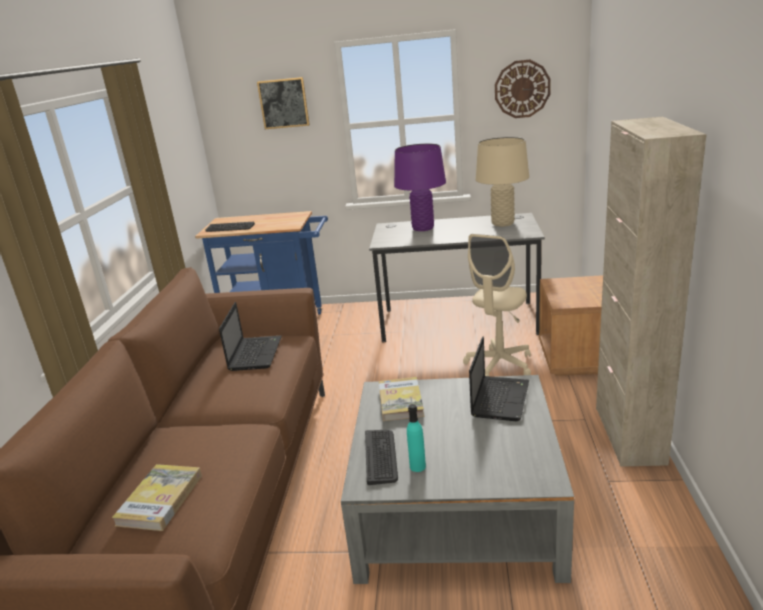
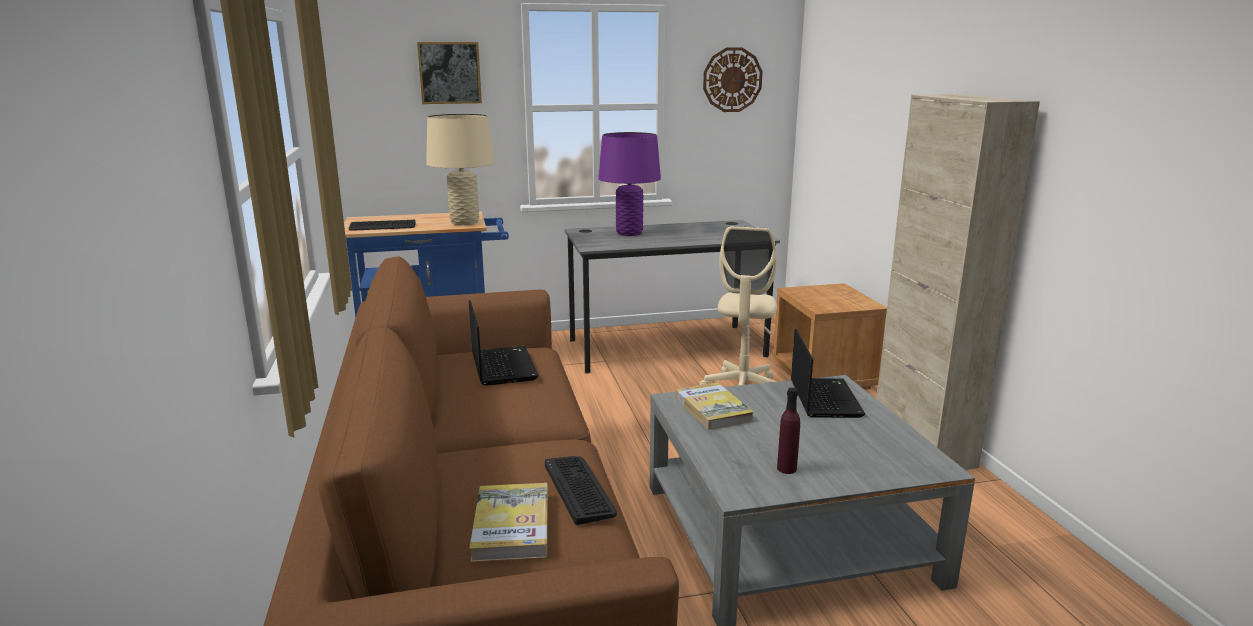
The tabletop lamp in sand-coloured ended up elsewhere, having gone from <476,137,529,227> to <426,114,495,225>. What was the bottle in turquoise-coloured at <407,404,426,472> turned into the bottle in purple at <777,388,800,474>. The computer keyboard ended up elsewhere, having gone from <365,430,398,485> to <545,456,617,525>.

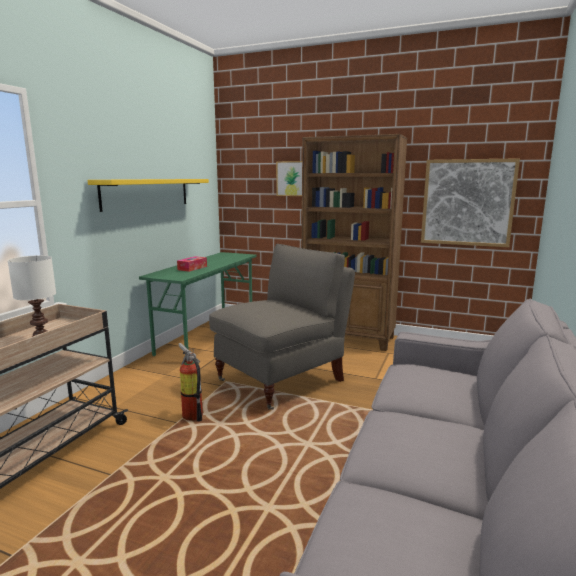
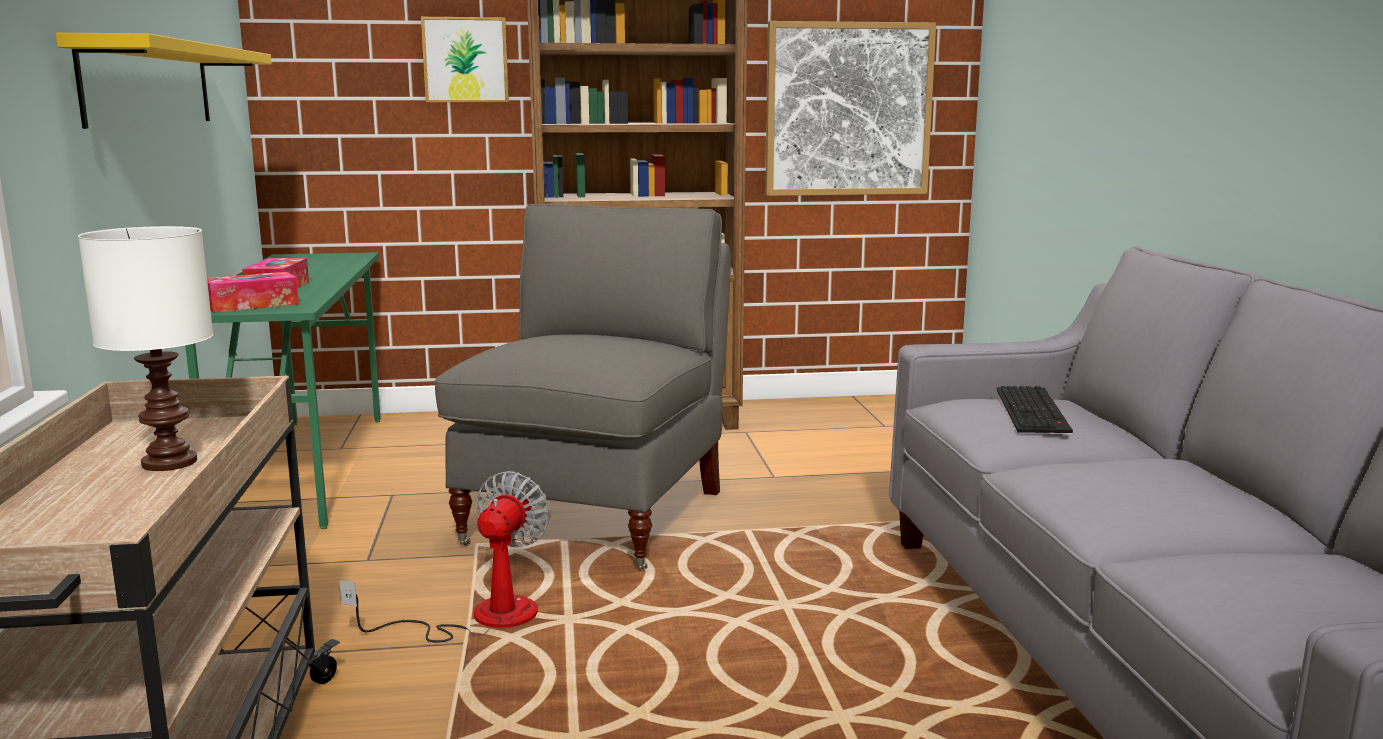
Where the fire-fighting cylinder stood at <178,343,203,421>, the fan came to stand at <339,471,550,643>. The second view gained the tissue holder at <207,272,299,313>. The second view gained the computer keyboard at <997,386,1073,435>.

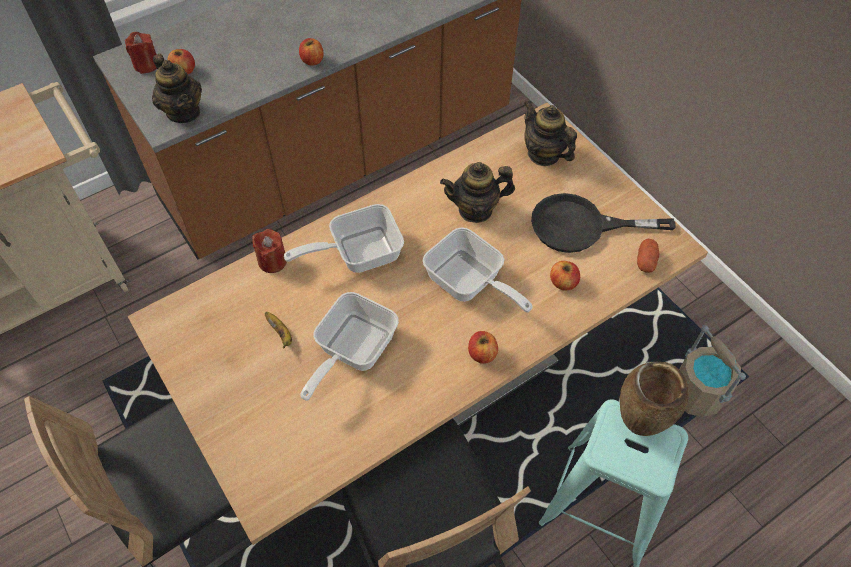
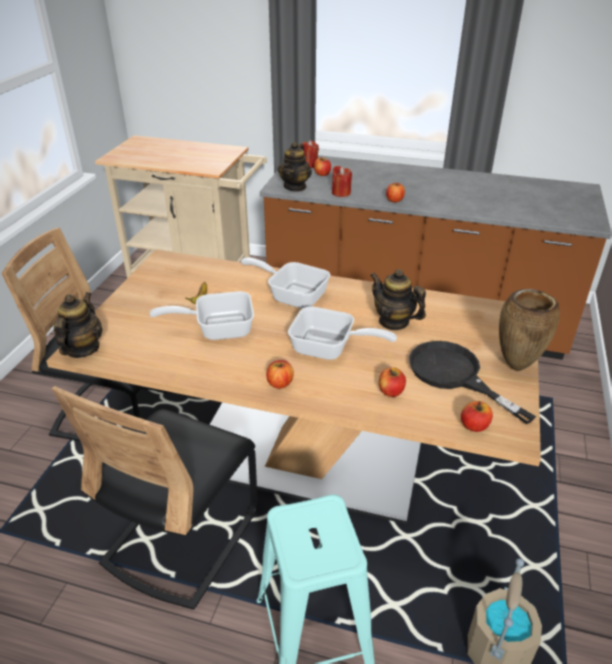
The tea pot ended up elsewhere, having gone from <524,100,577,166> to <54,292,103,358>. The frying pan at <423,227,533,312> ended up facing another way, 75 degrees counterclockwise from before. The wax candle in red ended up elsewhere, having gone from <252,229,287,273> to <332,166,352,197>. Where the whole potato stood at <637,239,659,272>, the apple came to stand at <461,401,493,432>. The decorative vase in brownish ended up elsewhere, having gone from <620,362,689,436> to <499,289,560,371>.

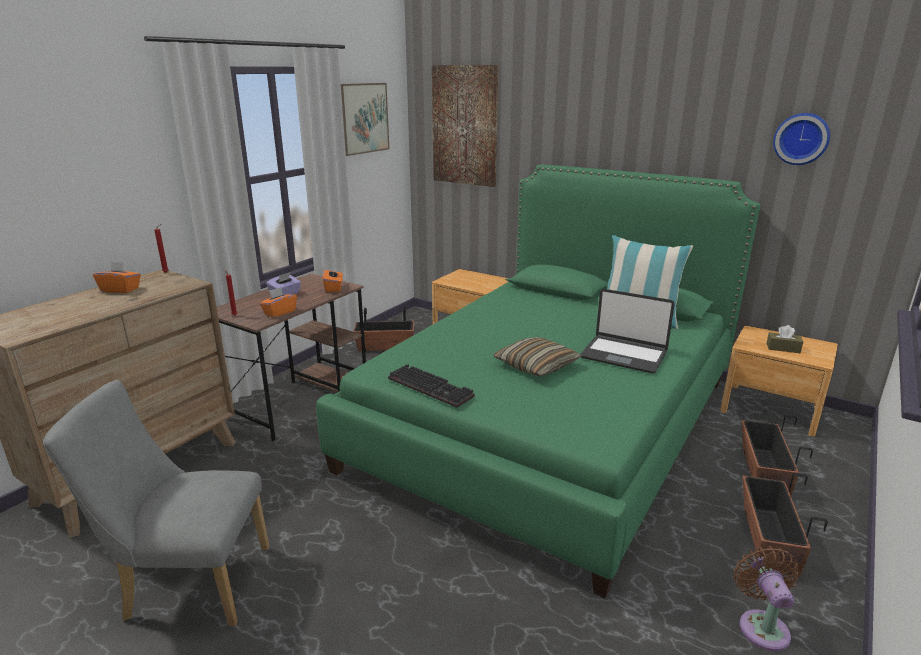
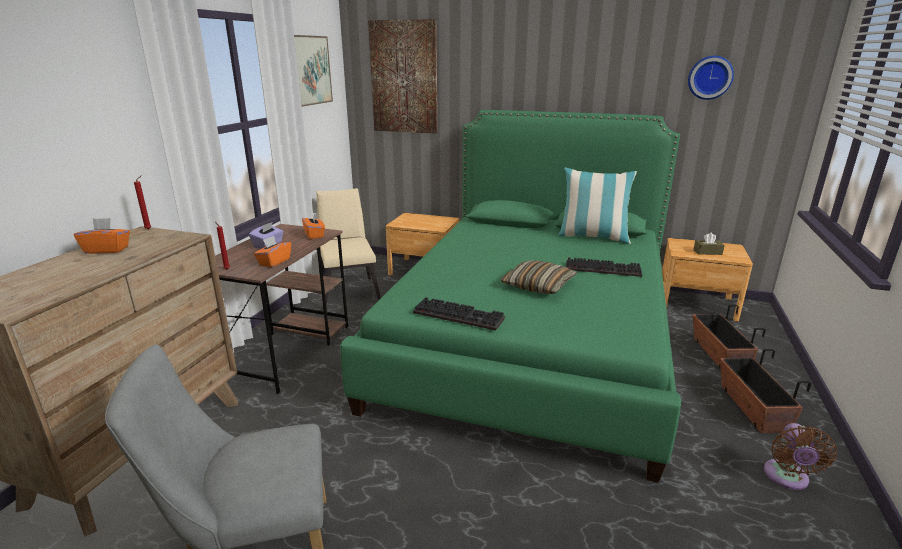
Where the laptop stood at <581,289,675,373>, the computer keyboard came to stand at <566,257,642,277>. Where the plant pot stood at <353,307,414,351>, the chair in sand-coloured came to stand at <316,188,381,311>. The fan in brownish at <734,546,800,651> ended up facing another way, 150 degrees counterclockwise from before.

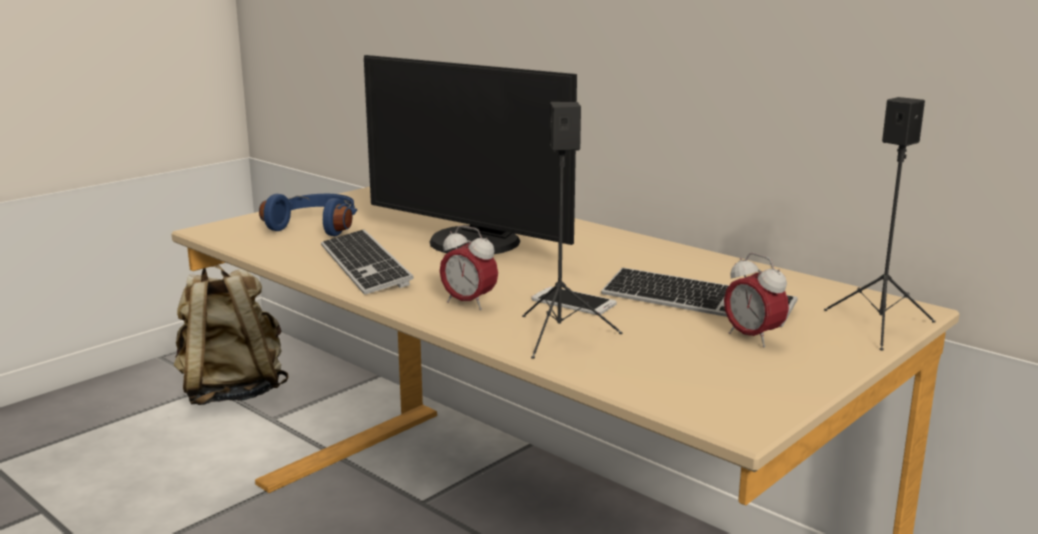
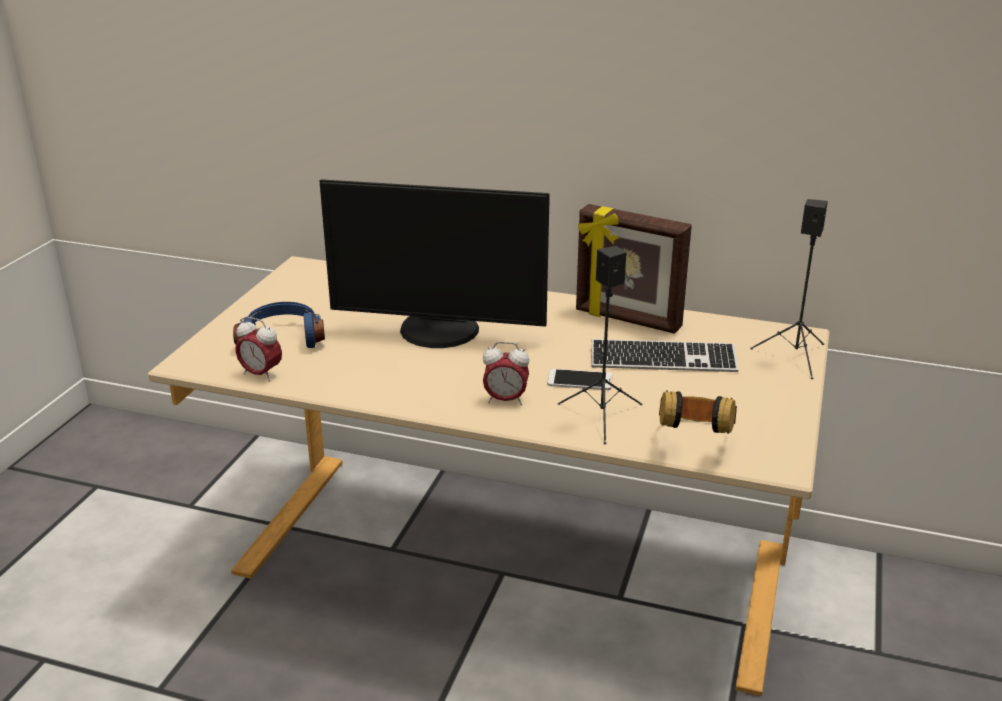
The second view lost the computer keyboard at <321,230,414,294>. The alarm clock ended up elsewhere, having gone from <724,253,789,347> to <235,317,282,382>. The second view lost the backpack in sand-coloured at <174,265,289,405>. The second view gained the picture frame at <576,204,692,334>. The second view gained the headset at <659,390,737,434>.

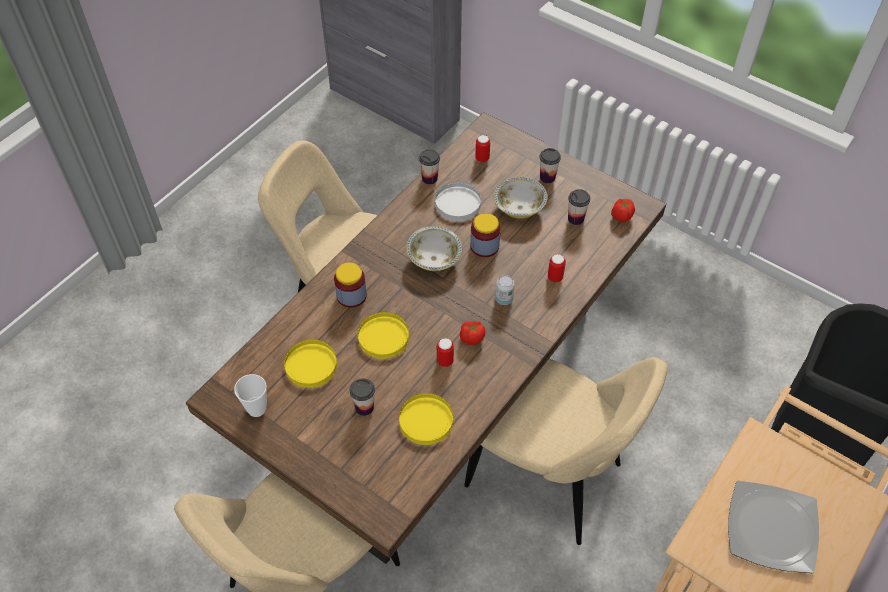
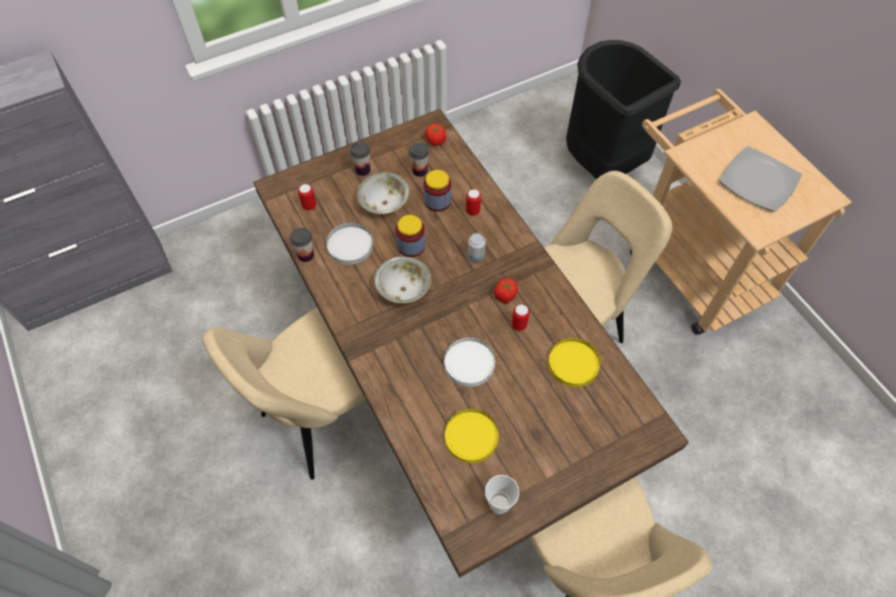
The storage jar ended up elsewhere, having gone from <334,263,367,308> to <423,170,452,212>. What was the flat dish in yellow at <358,312,409,359> turned into the flat dish in white-coloured at <444,337,495,387>. The second view lost the small cup at <350,378,375,416>.

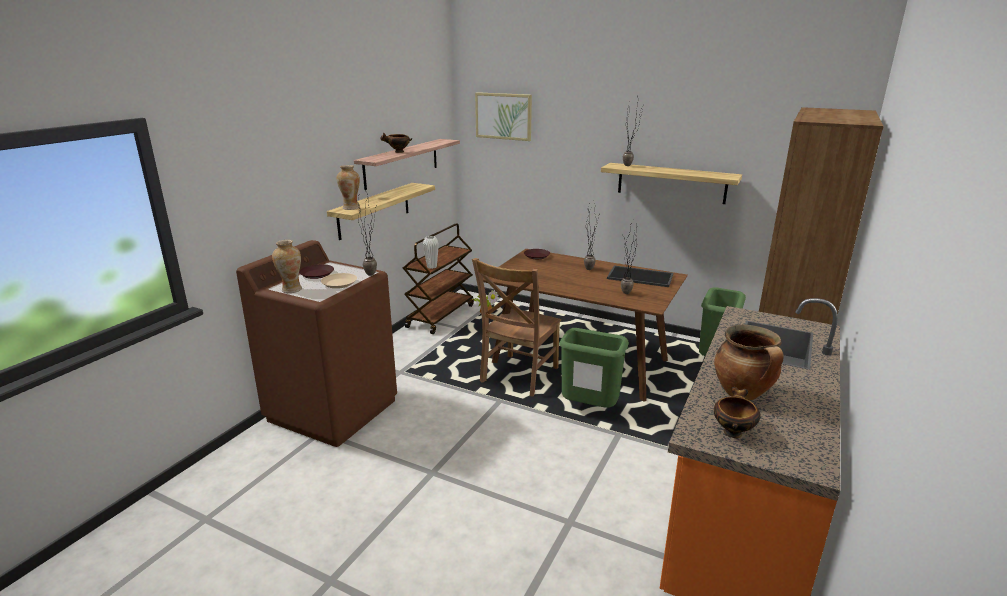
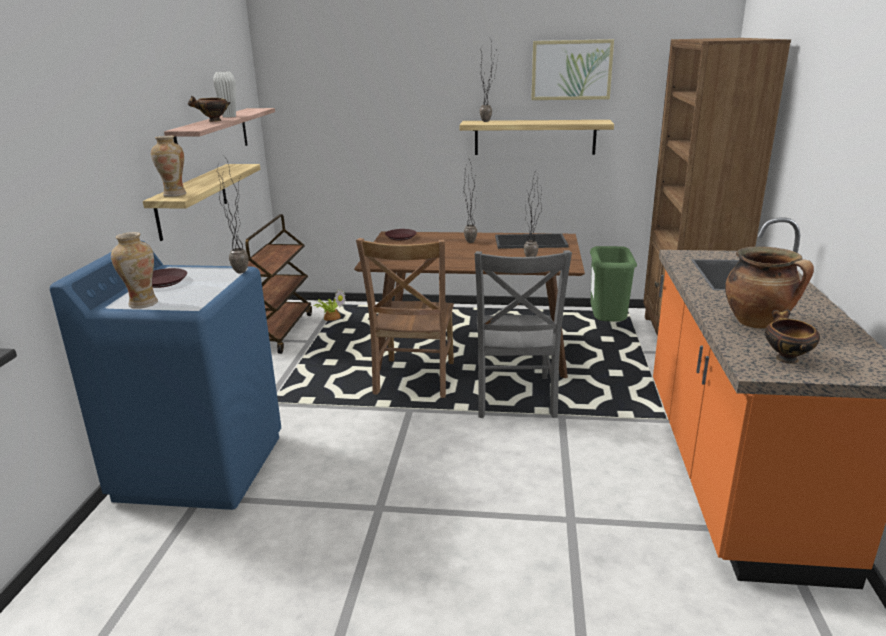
The picture ended up elsewhere, having gone from <475,92,532,141> to <531,39,614,100>. The decorative vase in white-coloured ended up elsewhere, having gone from <423,236,439,269> to <213,72,236,117>. What was the washing machine in brownish at <236,240,397,447> turned into the washing machine in blue at <50,241,281,510>. The second view lost the flat dish in sand-coloured at <321,273,357,289>. Where the waste bin in green-coloured stood at <559,328,629,408>, the chair in greyish came to stand at <475,250,572,418>.

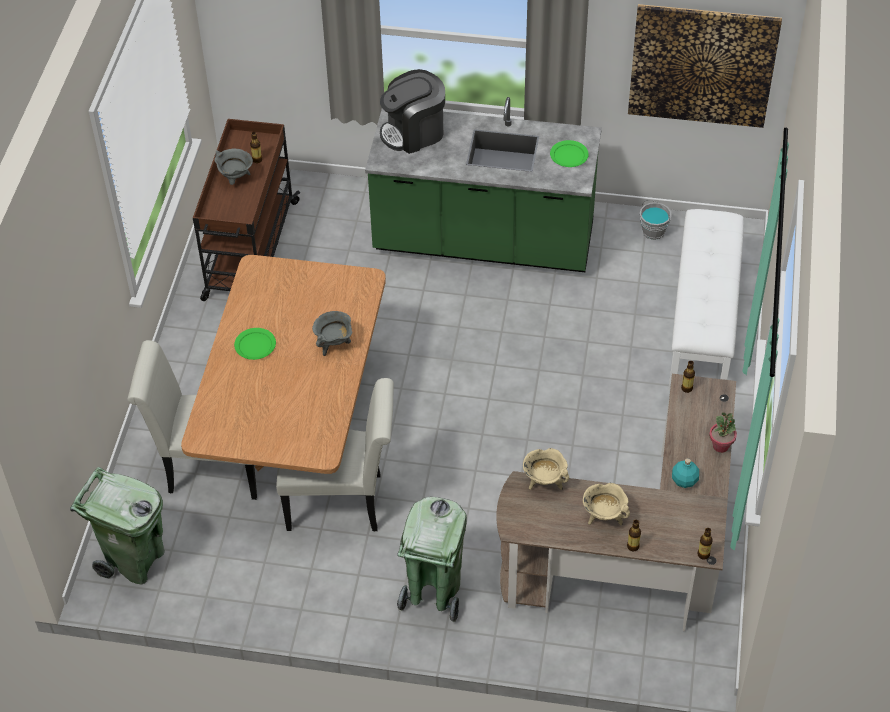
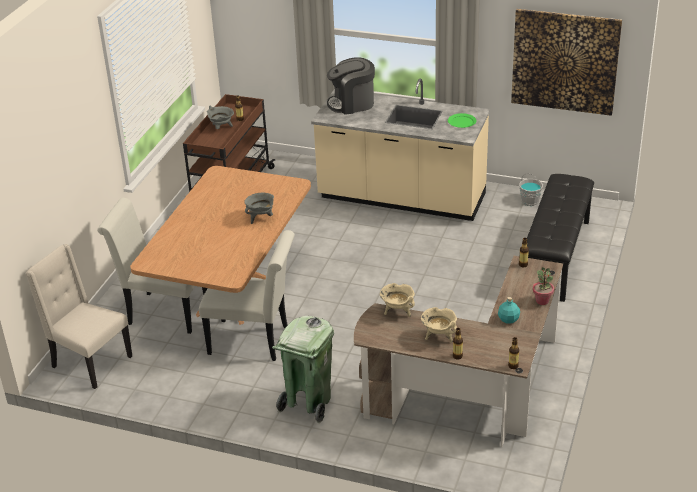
What was the counter in green-coloured at <365,97,602,272> turned into the counter in sand-coloured at <311,79,490,221>. What was the bench in white-coloured at <668,209,744,391> turned into the bench in black at <527,174,594,302>. The second view lost the flat dish in green-coloured at <234,328,276,360>. Where the waste bin in green-coloured stood at <70,467,165,584>, the chair in sand-coloured came to stand at <26,244,132,389>.

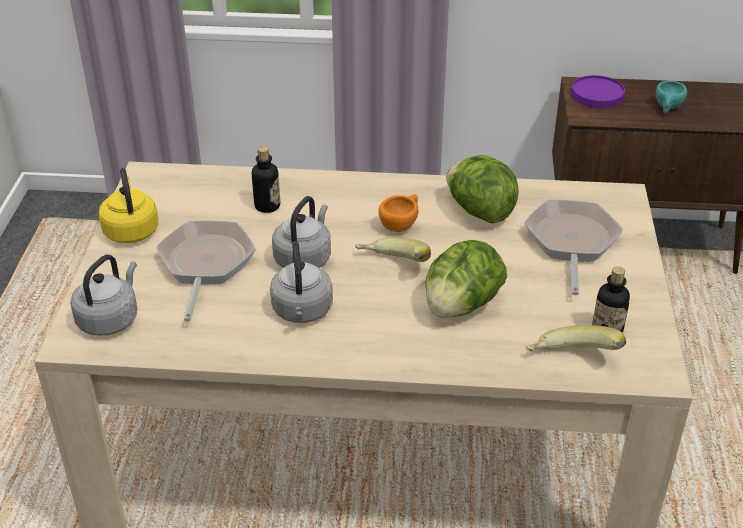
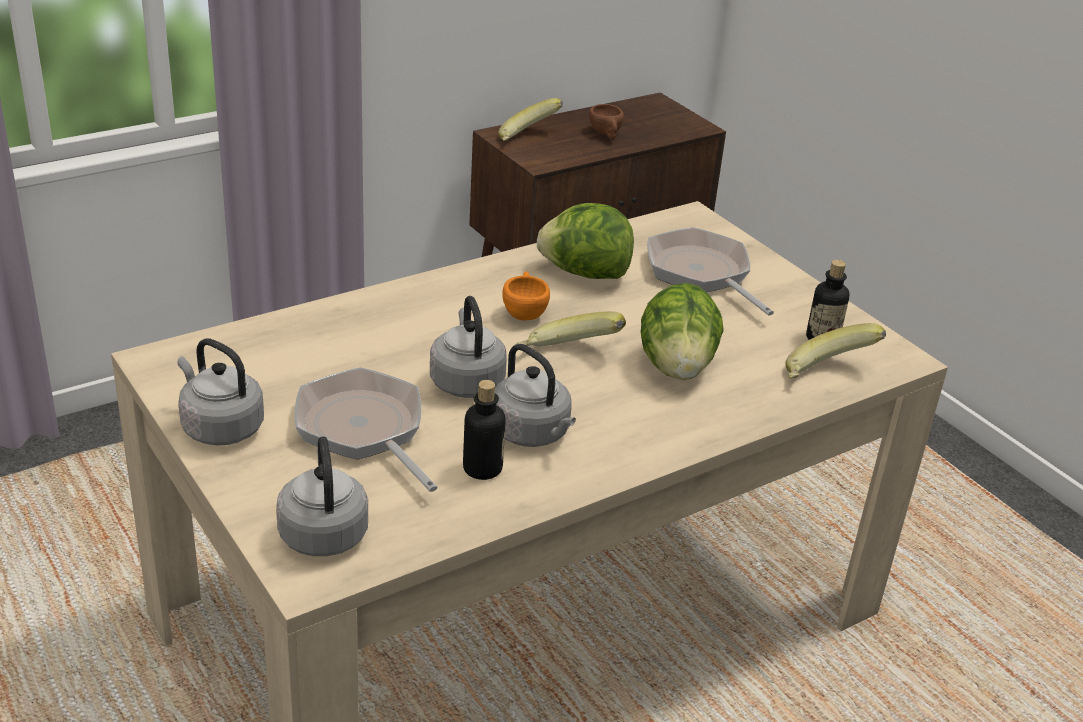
Where the flat dish in purple stood at <571,75,625,108>, the banana fruit came to stand at <498,98,563,141>. What was the small cup in turquoise-coloured at <656,81,687,114> turned into the small cup in brownish at <589,104,624,140>. The bottle ended up elsewhere, having gone from <252,146,280,213> to <463,380,506,480>. What was the water kettle in yellow at <99,168,158,243> turned into the water kettle in greyish at <177,338,264,445>.

